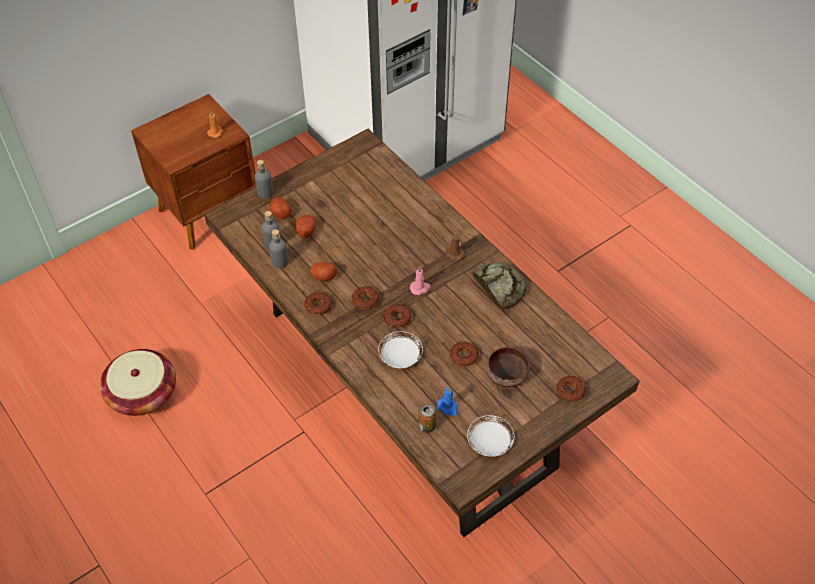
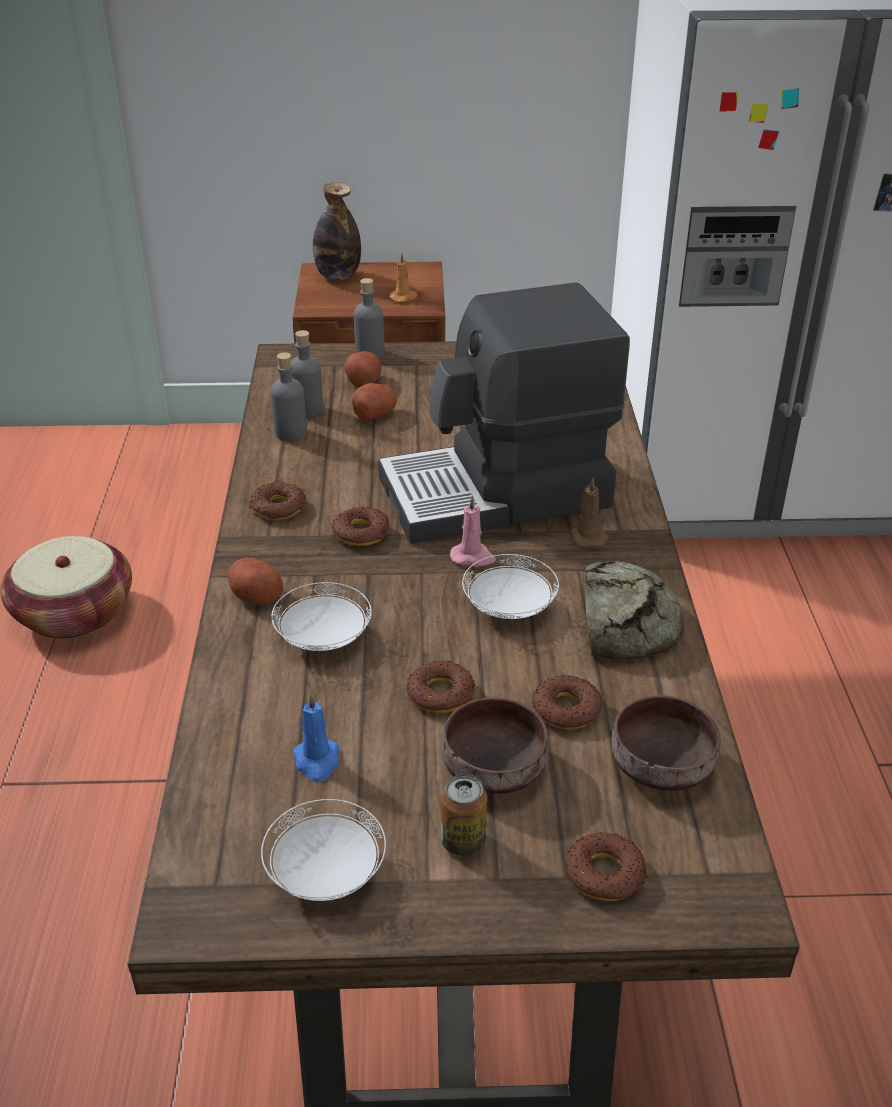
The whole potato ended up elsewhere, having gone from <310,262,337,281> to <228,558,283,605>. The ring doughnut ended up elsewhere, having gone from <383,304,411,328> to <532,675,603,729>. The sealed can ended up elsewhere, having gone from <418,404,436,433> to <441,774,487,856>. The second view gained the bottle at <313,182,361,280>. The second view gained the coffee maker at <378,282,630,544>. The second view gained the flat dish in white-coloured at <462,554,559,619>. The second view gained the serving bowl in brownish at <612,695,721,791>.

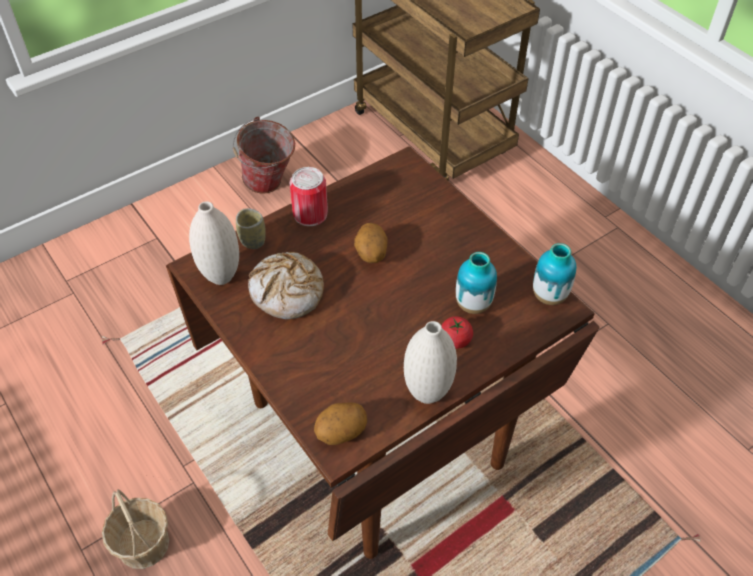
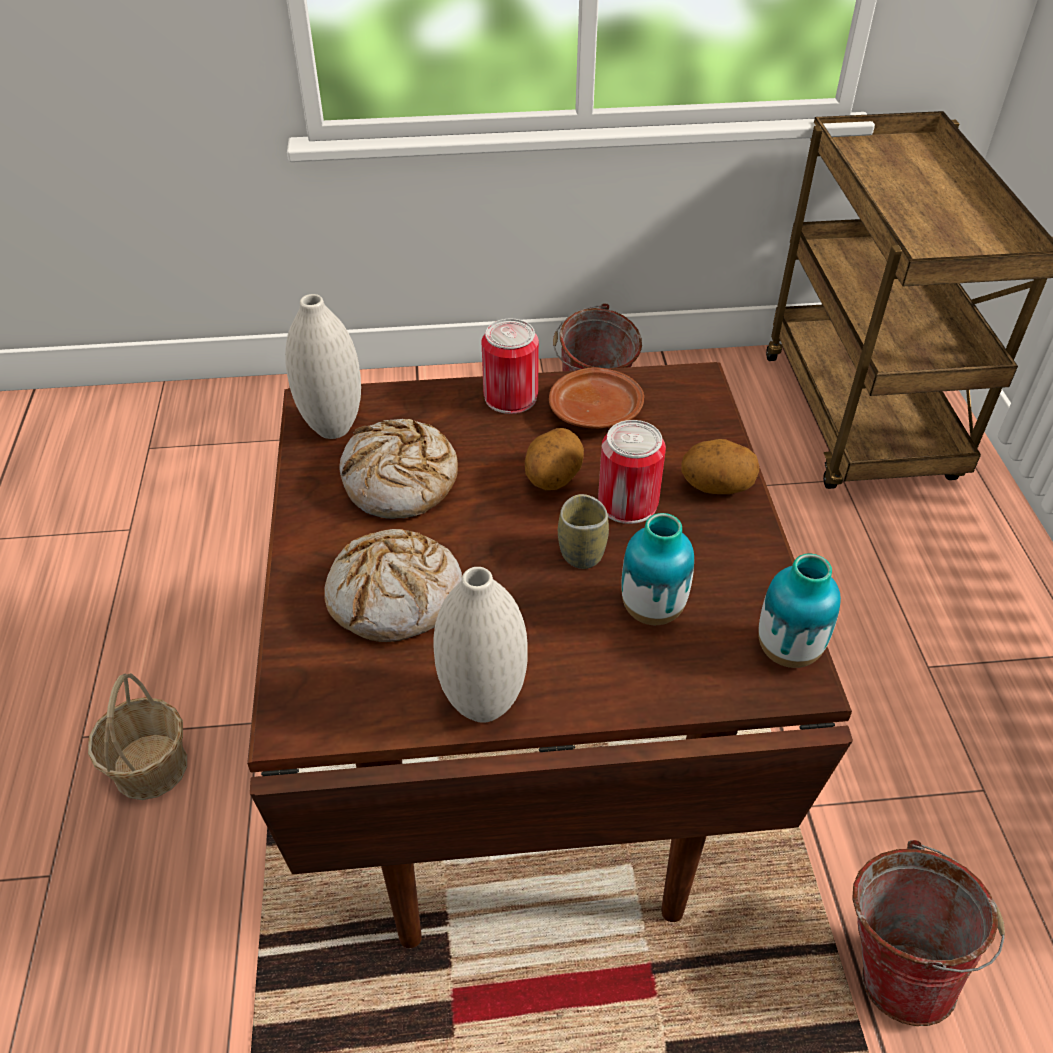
The small cup ended up elsewhere, having gone from <236,208,266,249> to <558,494,609,569>. The second view lost the fresh tomato at <441,316,473,349>. The whole potato ended up elsewhere, having gone from <314,402,367,445> to <681,439,759,494>. The second view gained the flat dish in brownish at <549,367,644,429>. The second view gained the sealed can at <598,420,666,524>. The second view gained the bakery bread at <324,529,462,642>. The second view gained the bucket at <852,840,1005,1026>.

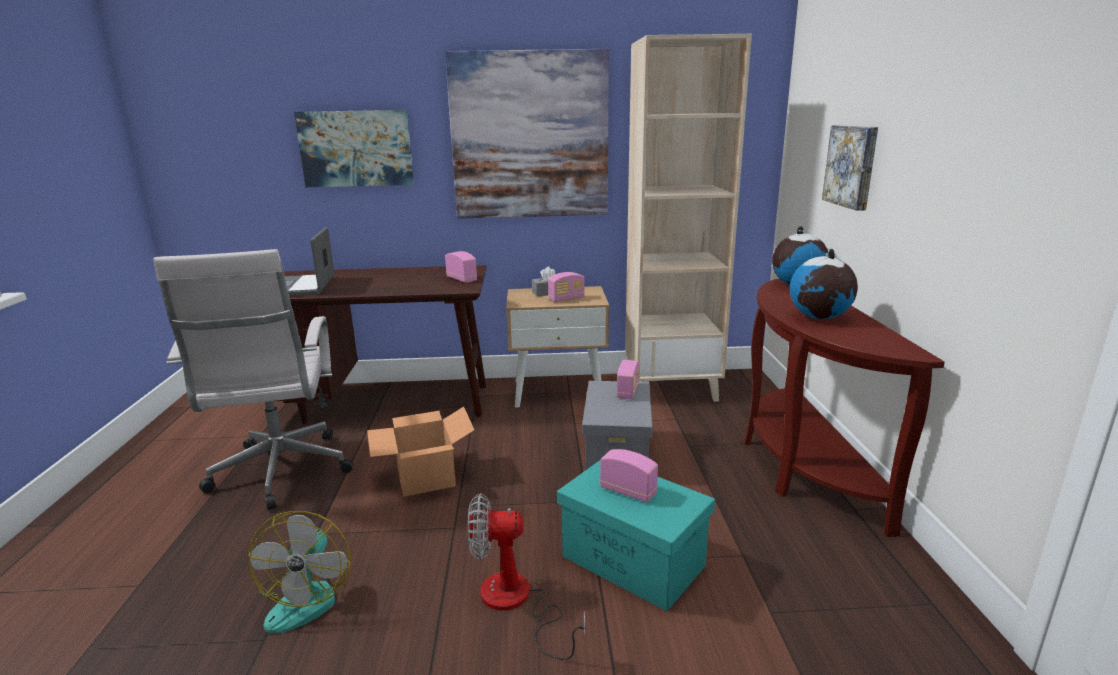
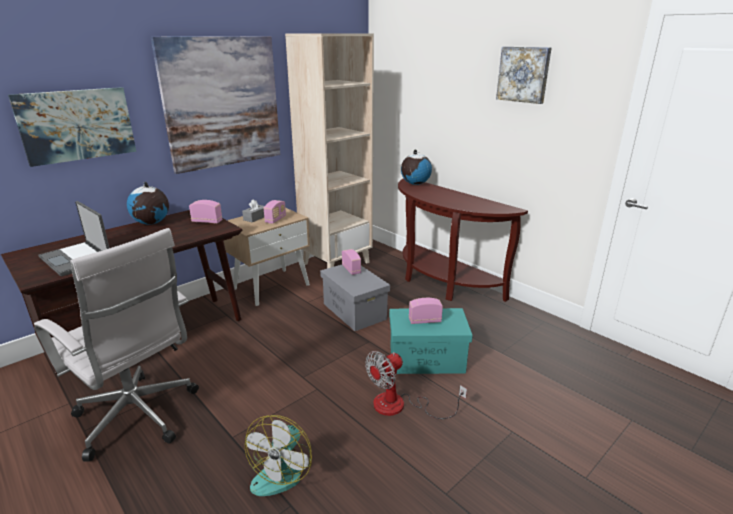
The picture ended up elsewhere, having gone from <822,125,878,211> to <496,46,552,104>. The world globe ended up elsewhere, having gone from <790,249,858,319> to <127,181,169,225>. The second view lost the carton at <367,407,474,497>. The fan at <249,511,351,634> ended up facing another way, 60 degrees clockwise from before.

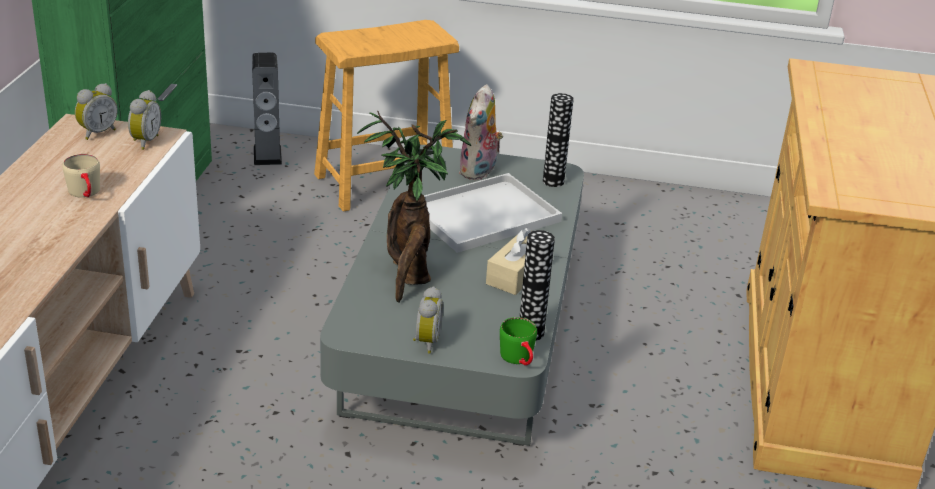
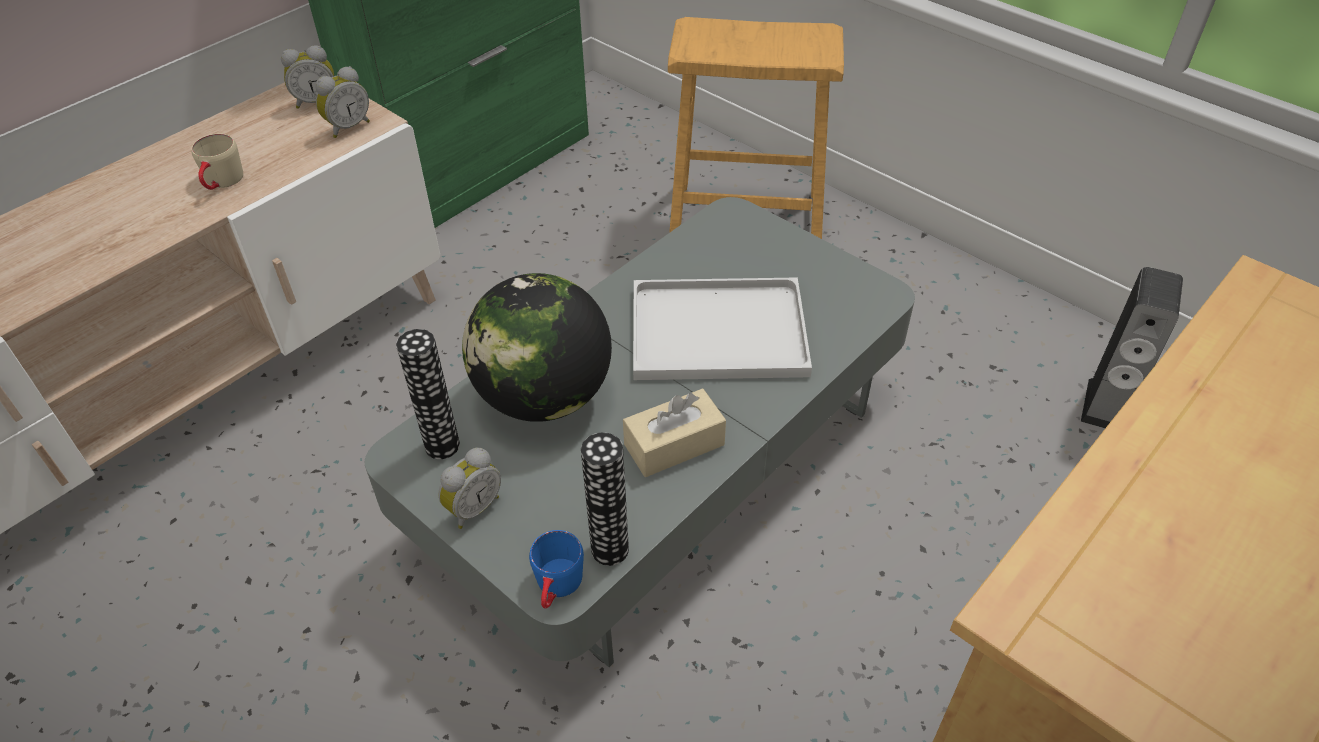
The speaker ended up elsewhere, having gone from <252,53,282,165> to <1081,267,1183,428>. The second view lost the soft toy at <459,84,503,180>. The decorative vase ended up elsewhere, having gone from <543,93,574,187> to <396,329,460,459>. Where the plant in a pot stood at <357,110,471,302>, the world globe came to stand at <462,273,612,422>. What was the tea mug in green-coloured at <500,317,537,366> turned into the tea mug in blue at <529,530,584,609>.

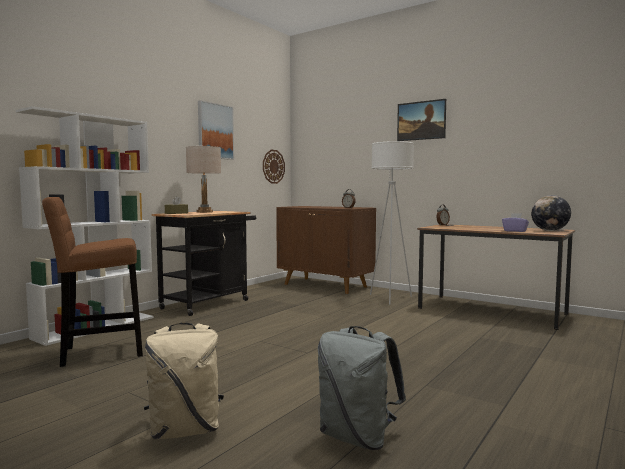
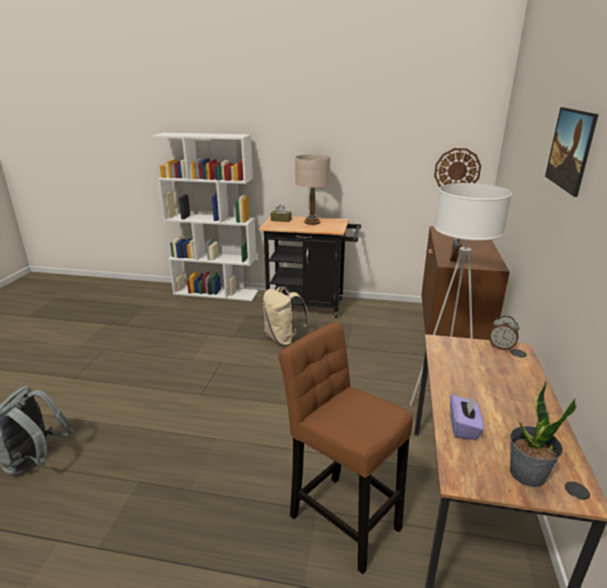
The second view lost the picture at <198,100,234,160>. Where the world globe stood at <531,195,571,231>, the plant in a pot came to stand at <510,380,577,487>. The sitting stool in brownish ended up elsewhere, having gone from <42,197,143,367> to <278,321,413,574>. The backpack in sand-coloured ended up elsewhere, having gone from <144,322,224,439> to <263,287,309,346>.

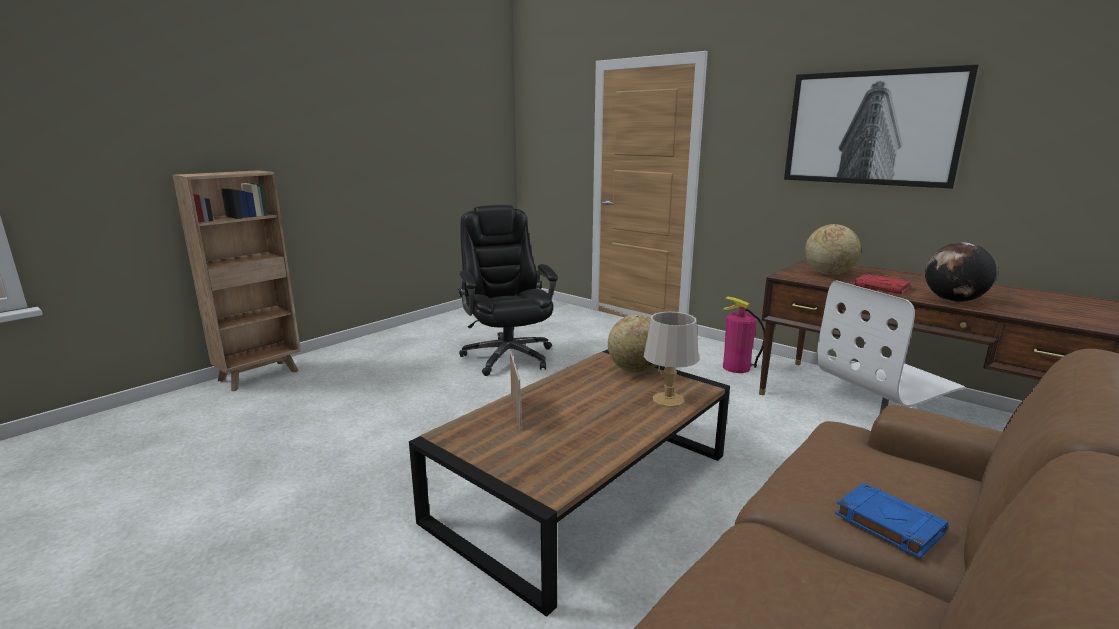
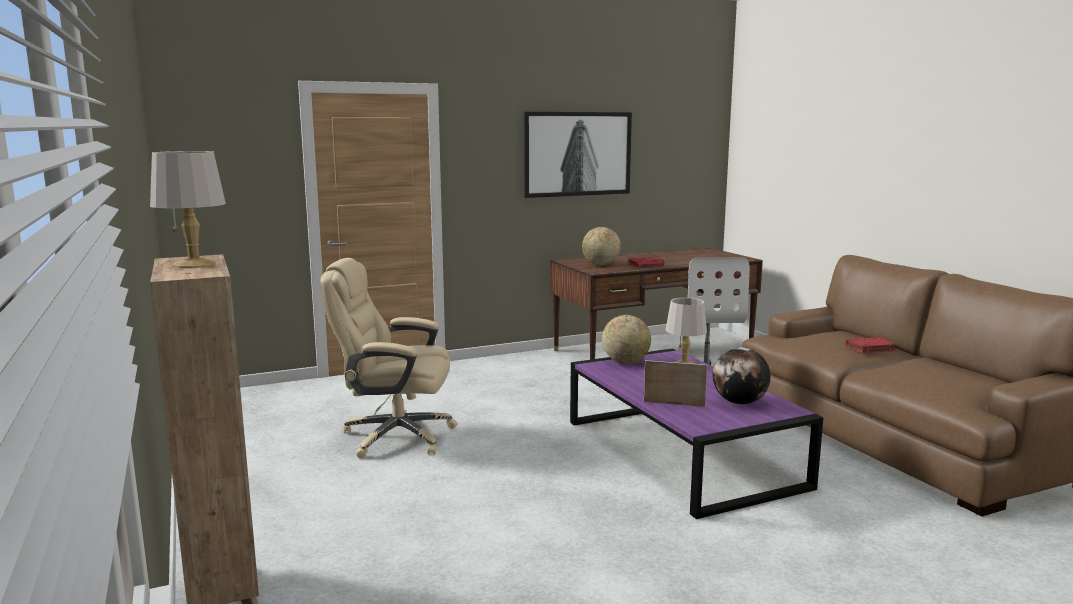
What was the office chair in black at <458,205,558,376> turned into the office chair in sand-coloured at <320,258,458,458>. The world globe ended up elsewhere, having gone from <925,242,997,302> to <713,347,771,405>. The second view lost the fire-fighting cylinder at <723,296,765,373>. What was the low table in brownish at <409,349,730,617> turned into the low table in purple at <570,348,823,519>. What was the bound book in blue at <835,483,948,558> turned into the bound book in red at <845,337,897,353>. The second view gained the tabletop lamp in greyish at <150,151,226,268>.

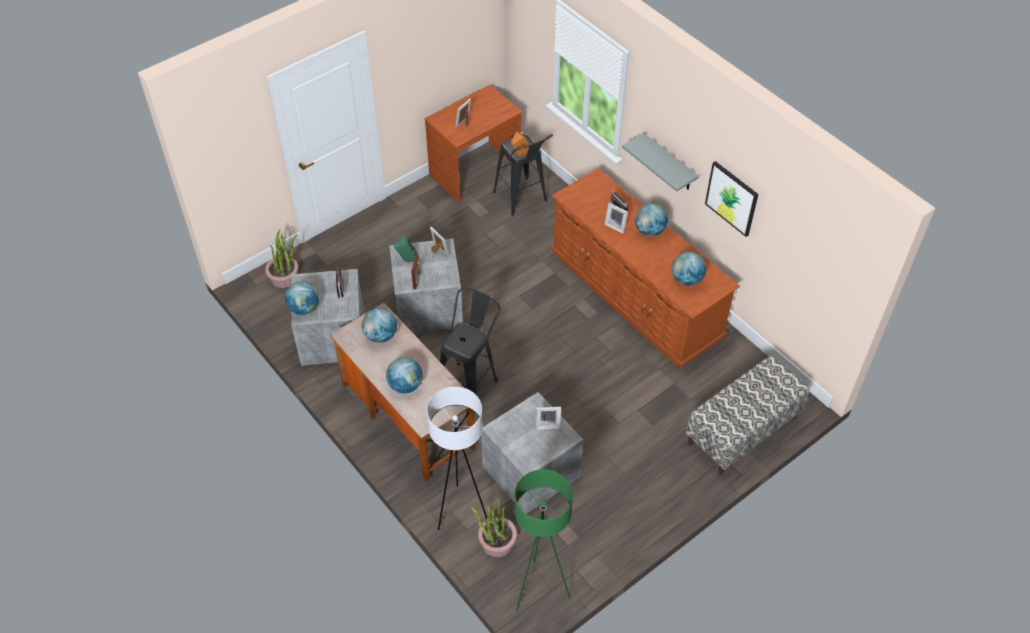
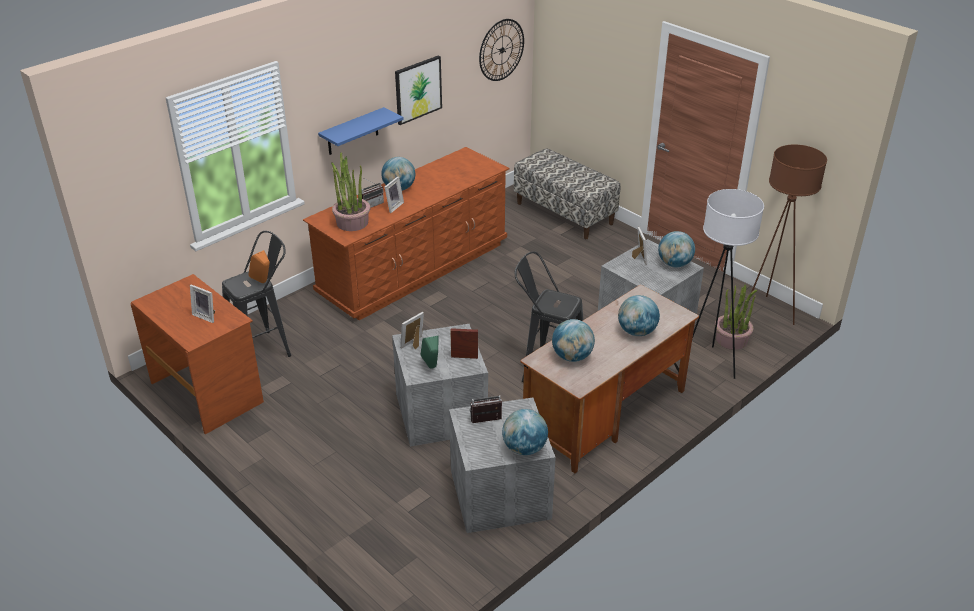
What was the shelf in greyish at <622,133,699,192> turned into the shelf in blue at <318,107,404,155>. The plant in a pot ended up elsewhere, having gone from <265,229,298,288> to <331,152,371,231>. The world globe ended up elsewhere, having gone from <672,252,706,286> to <658,231,695,267>. What was the standard lamp in green-coloured at <514,469,573,611> turned into the standard lamp in brownish at <751,145,827,325>. The second view gained the clock on the wall at <479,19,524,81>.

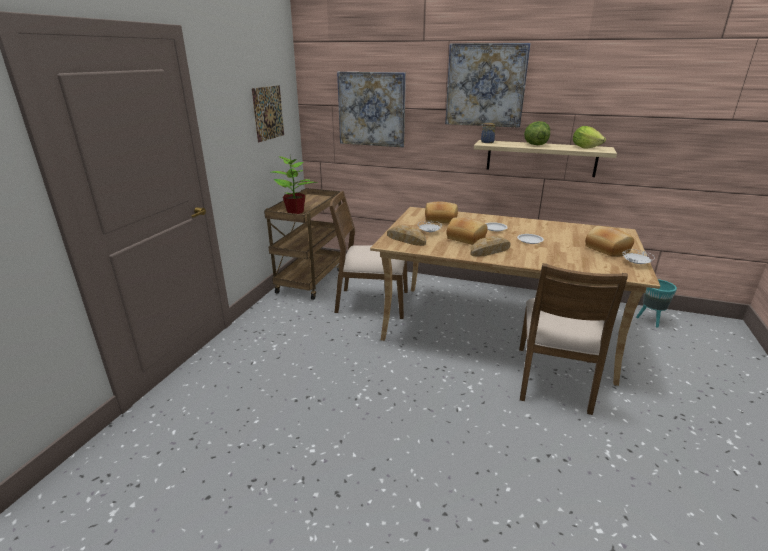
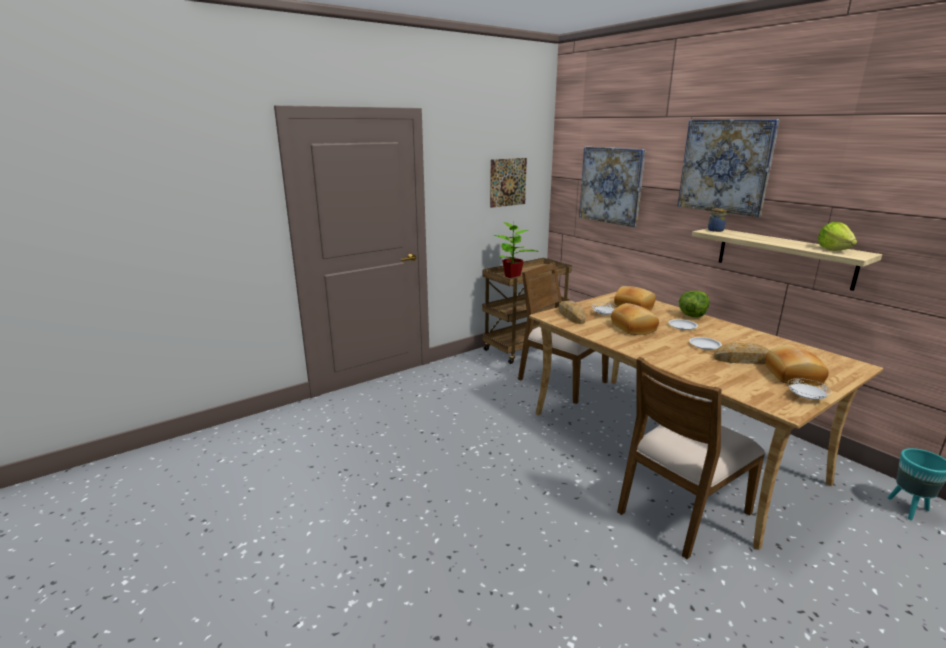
The lettuce head ended up elsewhere, having gone from <524,121,550,145> to <679,291,709,318>. The bakery bread ended up elsewhere, having gone from <470,236,511,257> to <714,343,770,364>.

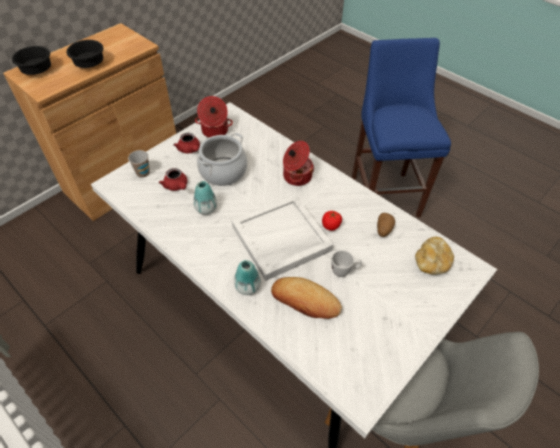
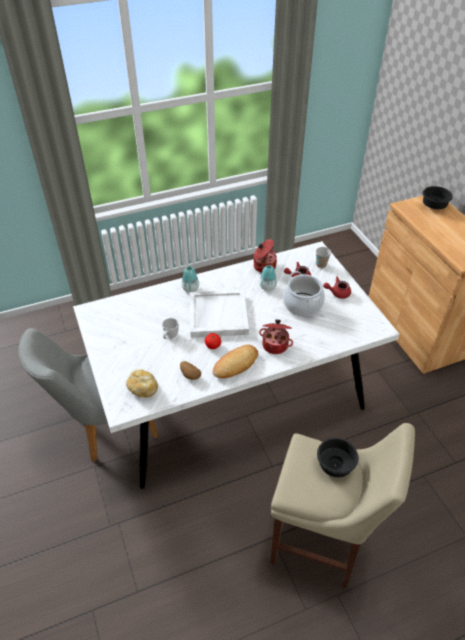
What was the sitting stool in blue at <352,38,451,217> turned into the sitting stool in sand-coloured at <270,423,415,588>. The serving bowl in black ended up elsewhere, having gone from <67,40,103,68> to <317,438,359,477>. The stockpot ended up elsewhere, having gone from <195,96,233,138> to <254,239,277,273>. The bakery bread ended up elsewhere, having gone from <271,277,342,319> to <213,345,258,378>.

